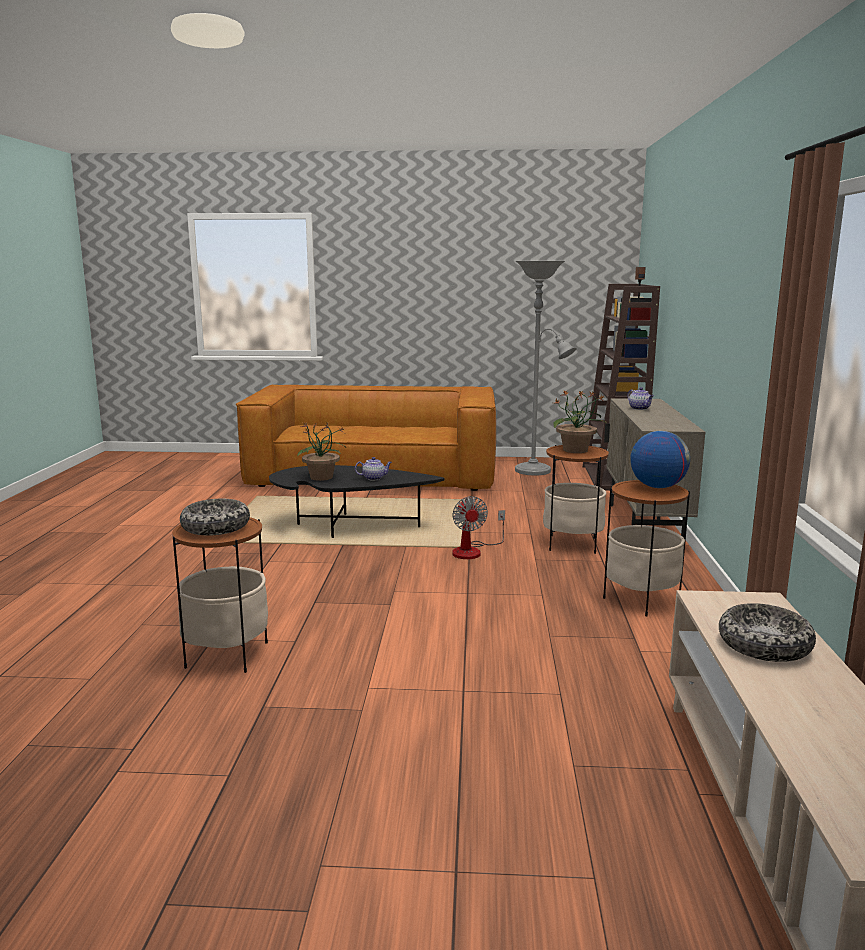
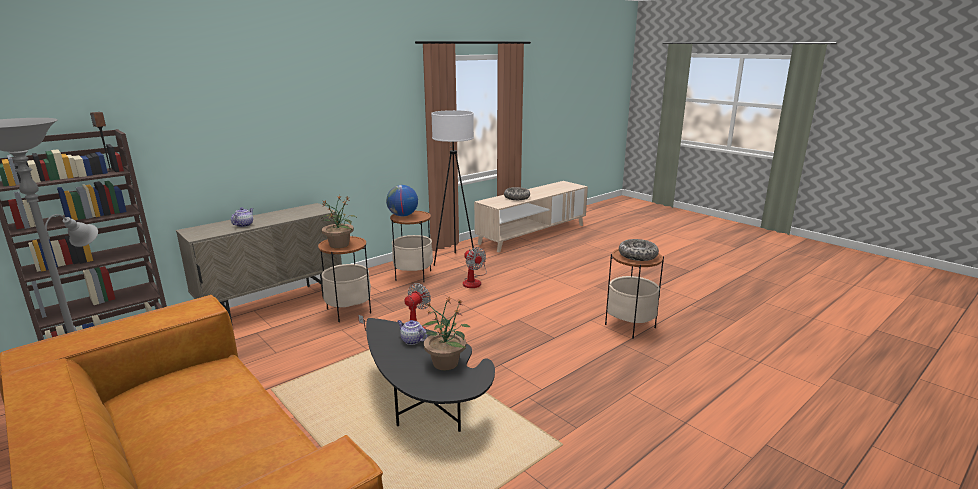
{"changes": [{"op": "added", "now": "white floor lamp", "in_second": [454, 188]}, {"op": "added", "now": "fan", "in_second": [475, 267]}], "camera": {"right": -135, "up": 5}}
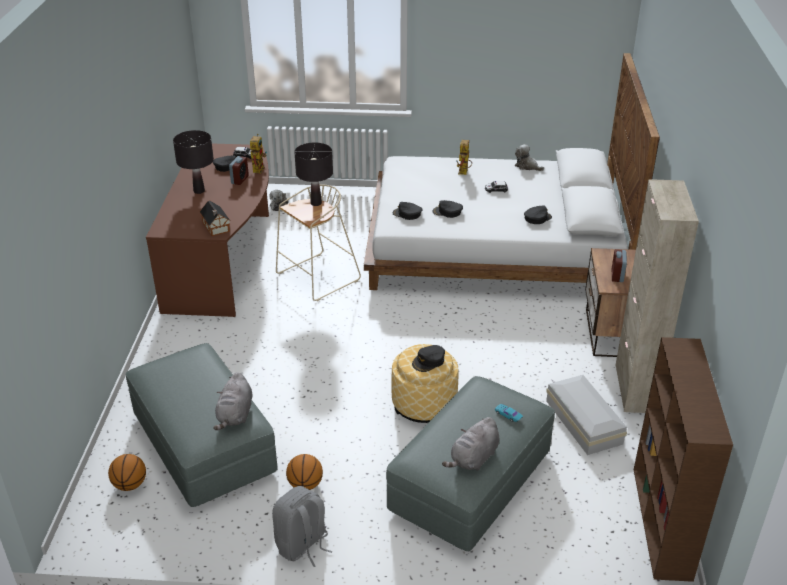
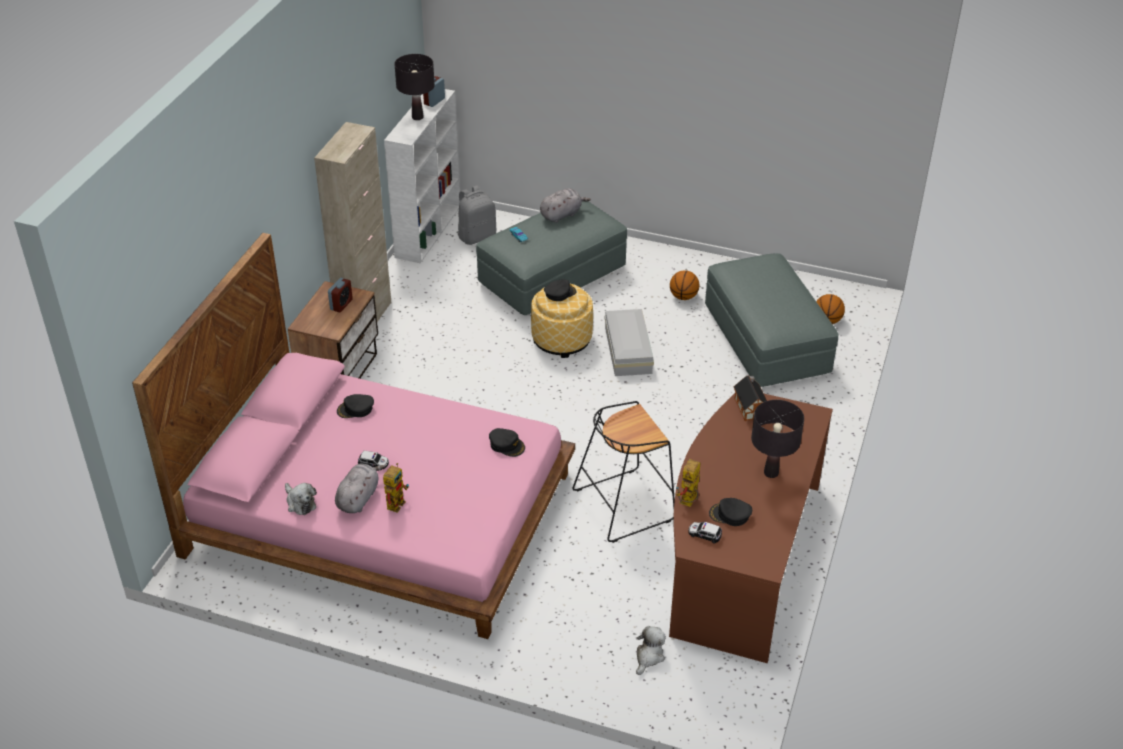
{"changes": [{"op": "moved", "was": "grey plush toy", "in_first": [232, 401], "in_second": [360, 488]}, {"op": "moved", "was": "alarm clock", "in_first": [239, 170], "in_second": [434, 91]}, {"op": "moved", "was": "grey backpack", "in_first": [302, 526], "in_second": [477, 215]}, {"op": "recoloured", "was": "beige stool", "now": "black stool", "in_first": [318, 243], "in_second": [623, 472]}, {"op": "moved", "was": "black table lamp", "in_first": [313, 174], "in_second": [414, 87]}, {"op": "recoloured", "was": "white bed", "now": "pink bed", "in_first": [512, 171], "in_second": [353, 436]}, {"op": "removed", "was": "black cap", "in_first": [448, 209]}, {"op": "moved", "was": "white storage box", "in_first": [586, 415], "in_second": [629, 342]}, {"op": "recoloured", "was": "brown bookcase", "now": "white bookcase", "in_first": [683, 459], "in_second": [422, 176]}], "camera": {"right": -165, "up": 5}}
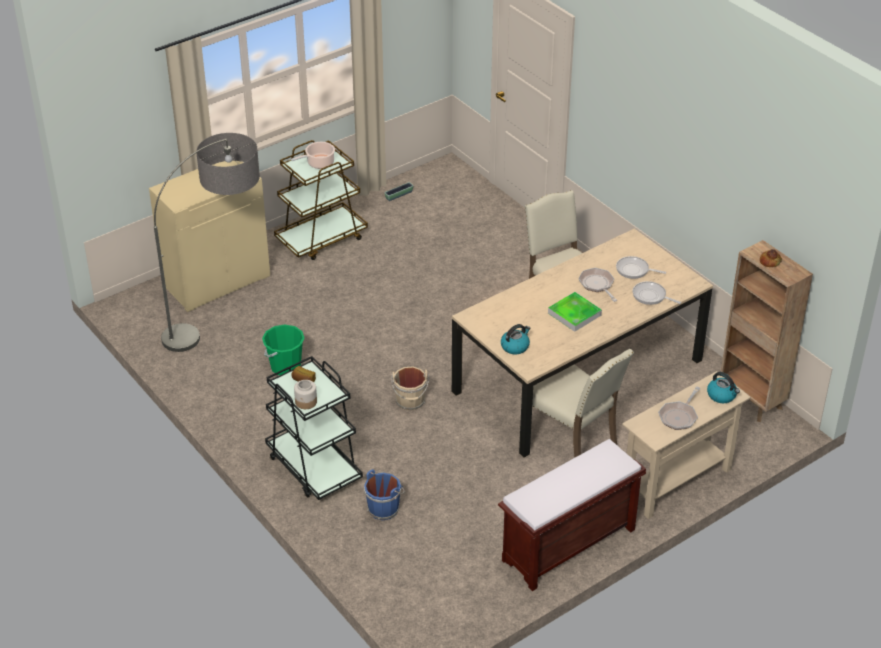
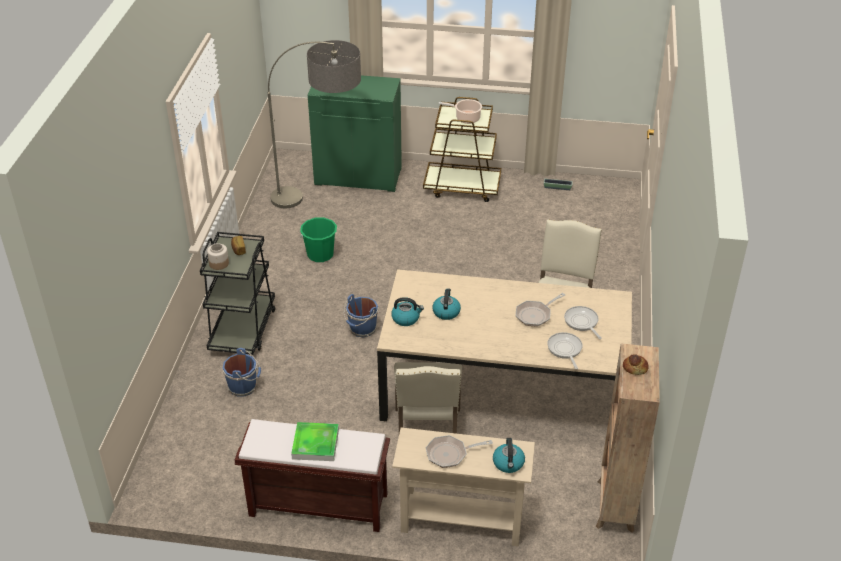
{"changes": [{"op": "recoloured", "was": "beige cabinet", "now": "green cabinet", "in_first": [209, 236], "in_second": [355, 133]}, {"op": "recoloured", "was": "beige bucket", "now": "blue bucket", "in_first": [410, 388], "in_second": [361, 315]}, {"op": "moved", "was": "tray", "in_first": [575, 312], "in_second": [315, 441]}, {"op": "turned", "was": "frying pan", "in_first": [598, 285], "in_second": [540, 310], "clockwise": -150}, {"op": "added", "now": "kettle", "in_second": [446, 304]}], "camera": {"right": 45, "up": 0}}
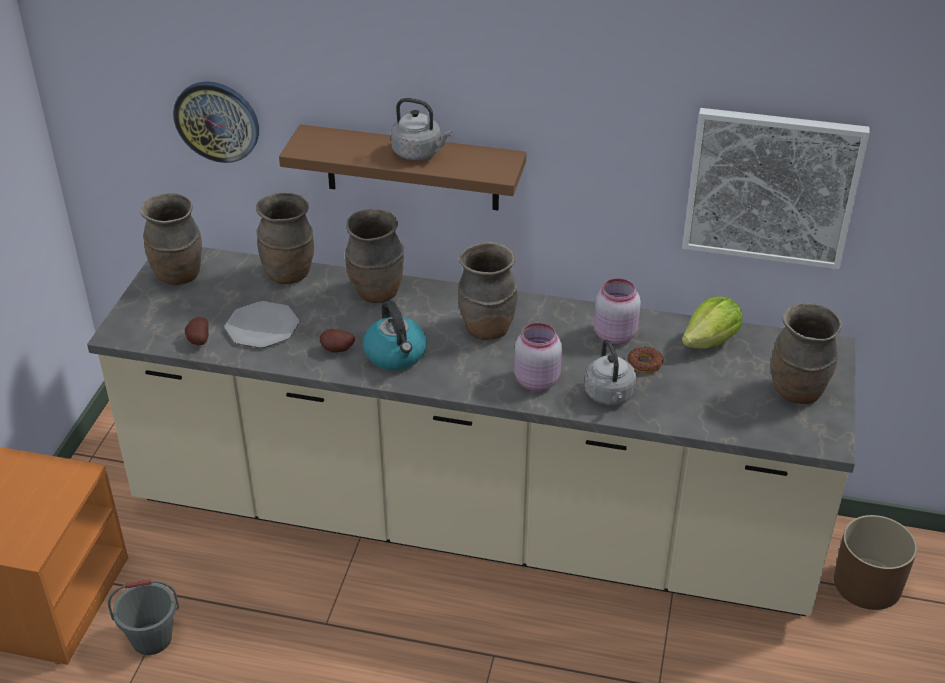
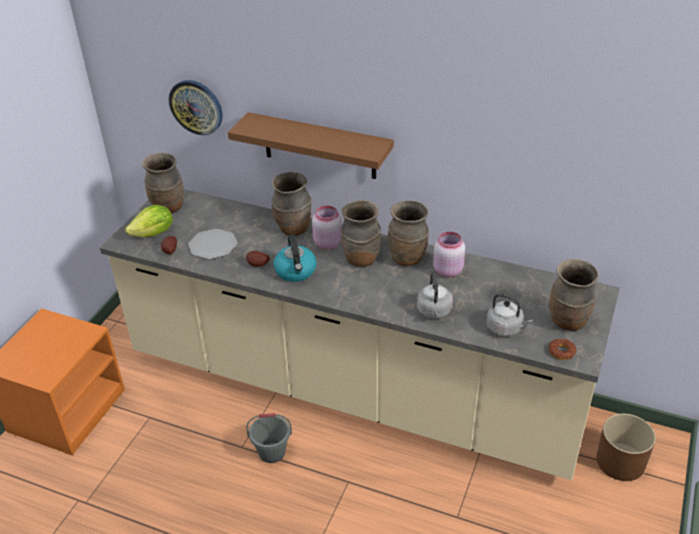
{"changes": [{"op": "moved", "was": "grey bucket", "in_first": [143, 617], "in_second": [269, 438]}, {"op": "moved", "was": "brown vase", "in_first": [285, 238], "in_second": [408, 233]}, {"op": "moved", "was": "grey kettle", "in_first": [421, 129], "in_second": [509, 314]}, {"op": "moved", "was": "pink jar", "in_first": [538, 357], "in_second": [327, 227]}, {"op": "moved", "was": "donut", "in_first": [645, 360], "in_second": [563, 349]}, {"op": "removed", "was": "picture", "in_first": [775, 188]}, {"op": "moved", "was": "lettuce", "in_first": [712, 322], "in_second": [149, 221]}], "camera": {"right": 10, "up": 0}}
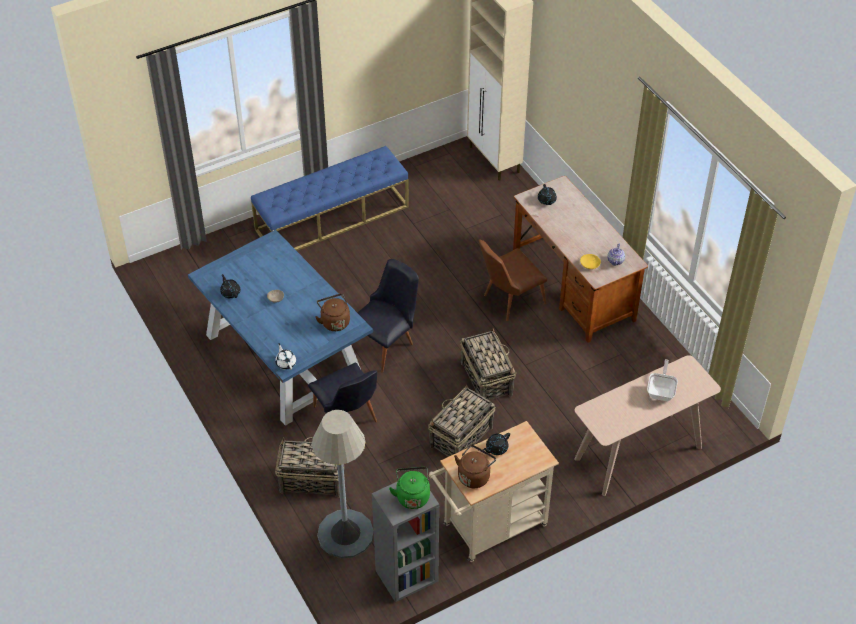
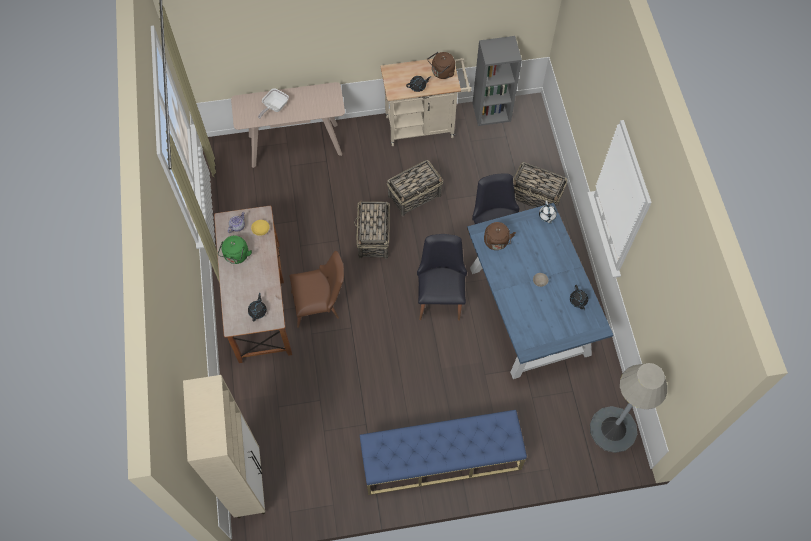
{"changes": [{"op": "moved", "was": "grey floor lamp", "in_first": [343, 484], "in_second": [628, 408]}, {"op": "turned", "was": "black chair", "in_first": [385, 316], "in_second": [442, 277], "clockwise": 120}, {"op": "moved", "was": "green kettle", "in_first": [409, 488], "in_second": [235, 250]}], "camera": {"right": -160, "up": 15}}
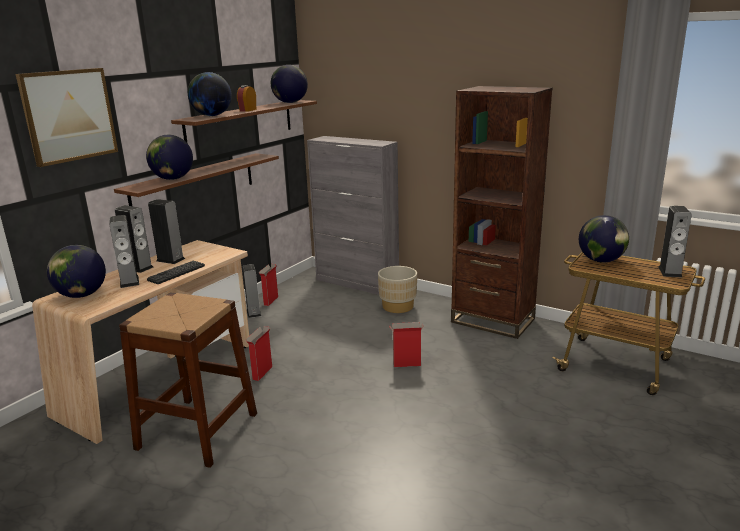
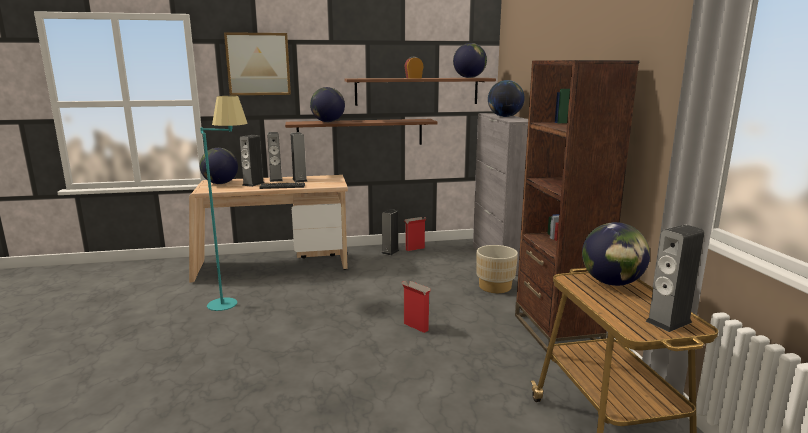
{"changes": [{"op": "replaced", "was": "brown stool", "now": "turquoise floor lamp", "in_first": [188, 380], "in_second": [224, 203]}, {"op": "moved", "was": "globe", "in_first": [210, 94], "in_second": [506, 98]}, {"op": "removed", "was": "cardboard box", "in_first": [259, 353]}], "camera": {"right": 45, "up": -5}}
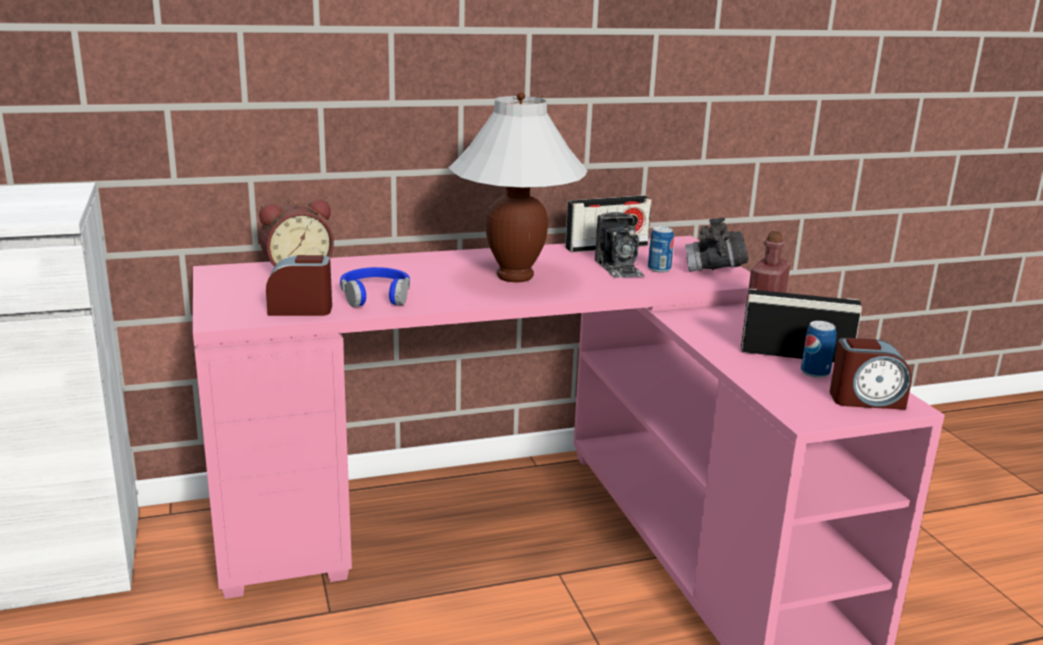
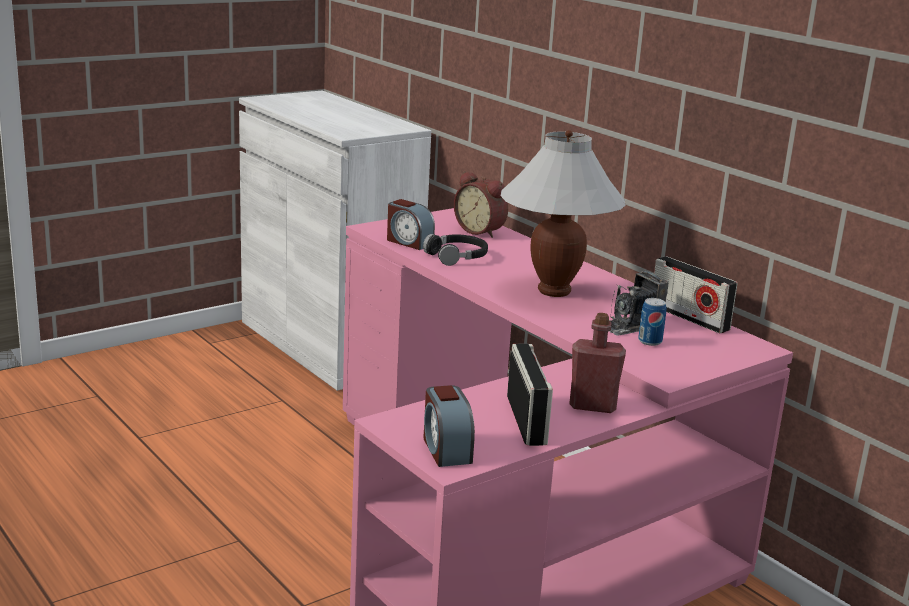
{"changes": [{"op": "turned", "was": "alarm clock", "in_first": [299, 285], "in_second": [411, 224], "clockwise": 150}, {"op": "recoloured", "was": "blue headphones", "now": "black headphones", "in_first": [375, 287], "in_second": [455, 250]}, {"op": "removed", "was": "grey binoculars", "in_first": [717, 245]}, {"op": "removed", "was": "can", "in_first": [818, 349]}], "camera": {"right": 70, "up": 0}}
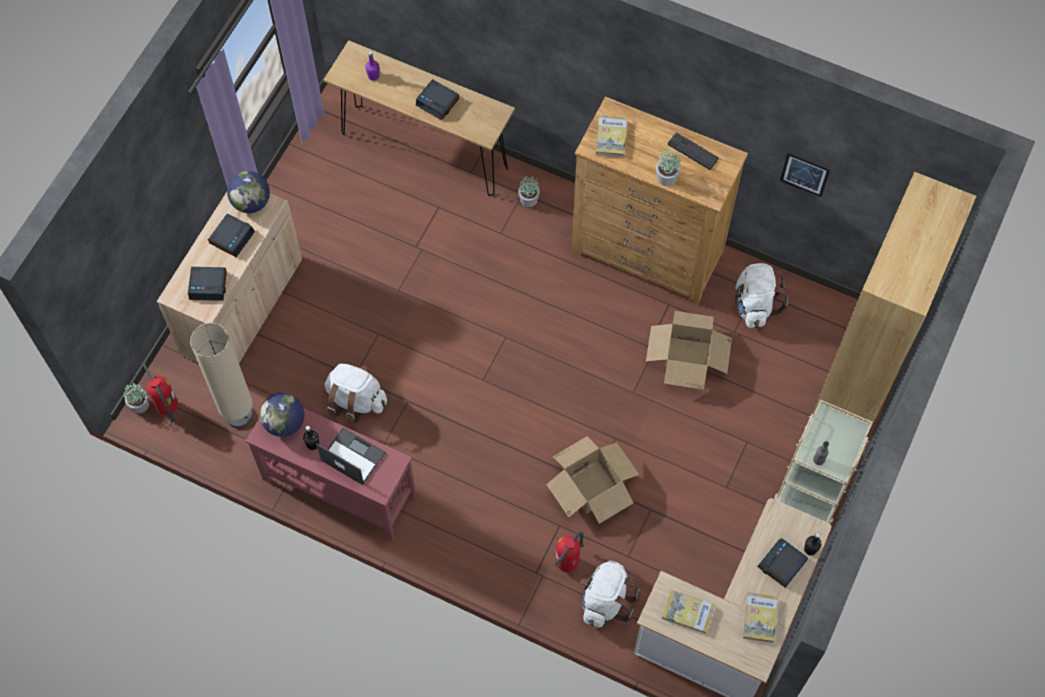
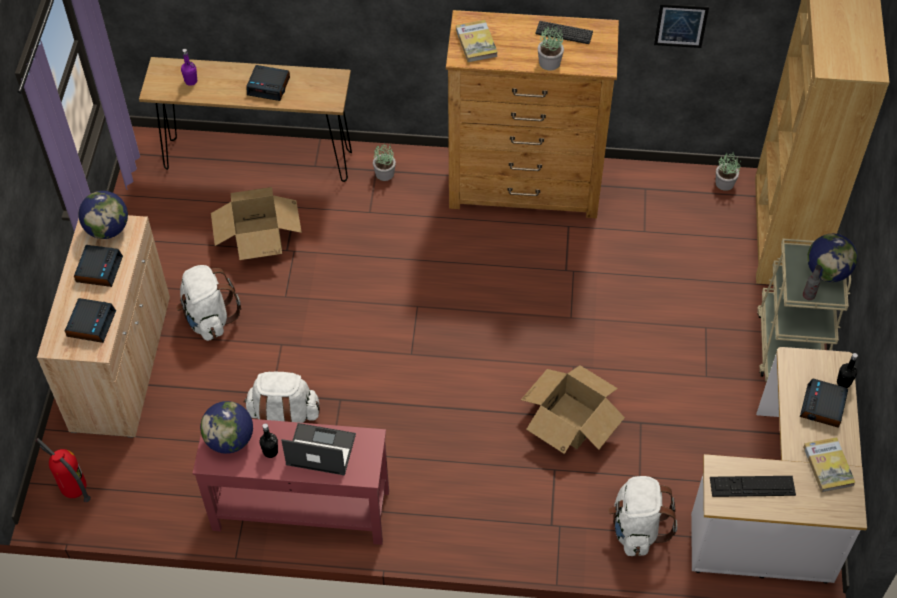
{"changes": [{"op": "moved", "was": "potted plant", "in_first": [136, 398], "in_second": [728, 171]}, {"op": "turned", "was": "alarm clock", "in_first": [207, 284], "in_second": [90, 320], "clockwise": -60}, {"op": "removed", "was": "beige floor lamp", "in_first": [221, 375]}, {"op": "removed", "was": "fire extinguisher", "in_first": [569, 552]}, {"op": "moved", "was": "cardboard box", "in_first": [689, 350], "in_second": [256, 223]}, {"op": "replaced", "was": "book", "now": "keyboard", "in_first": [688, 612], "in_second": [753, 486]}, {"op": "moved", "was": "white backpack", "in_first": [760, 295], "in_second": [208, 303]}, {"op": "added", "now": "globe", "in_second": [832, 258]}], "camera": {"right": -20, "up": -10}}
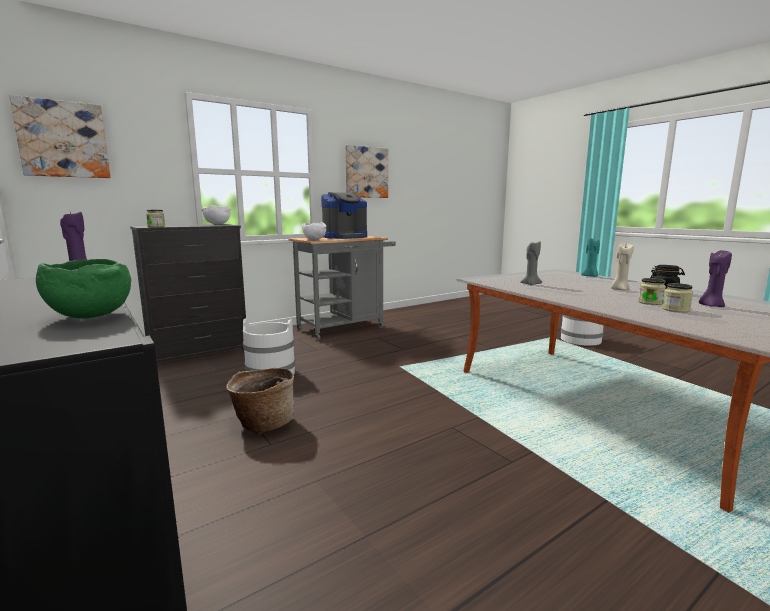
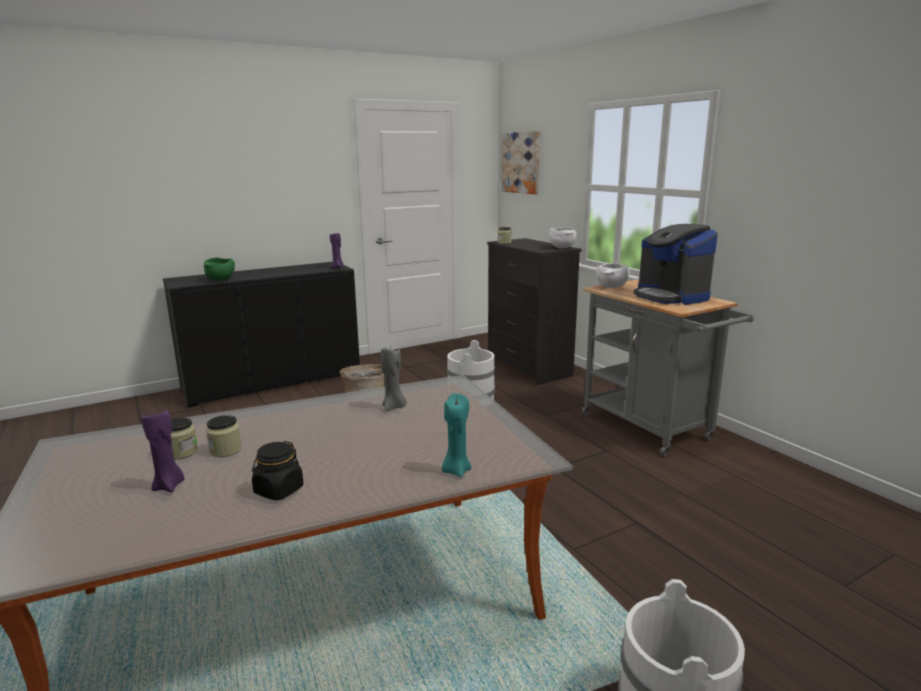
{"changes": [{"op": "removed", "was": "picture", "in_first": [366, 171]}, {"op": "removed", "was": "beige candle", "in_first": [622, 266]}], "camera": {"right": 95, "up": 5}}
